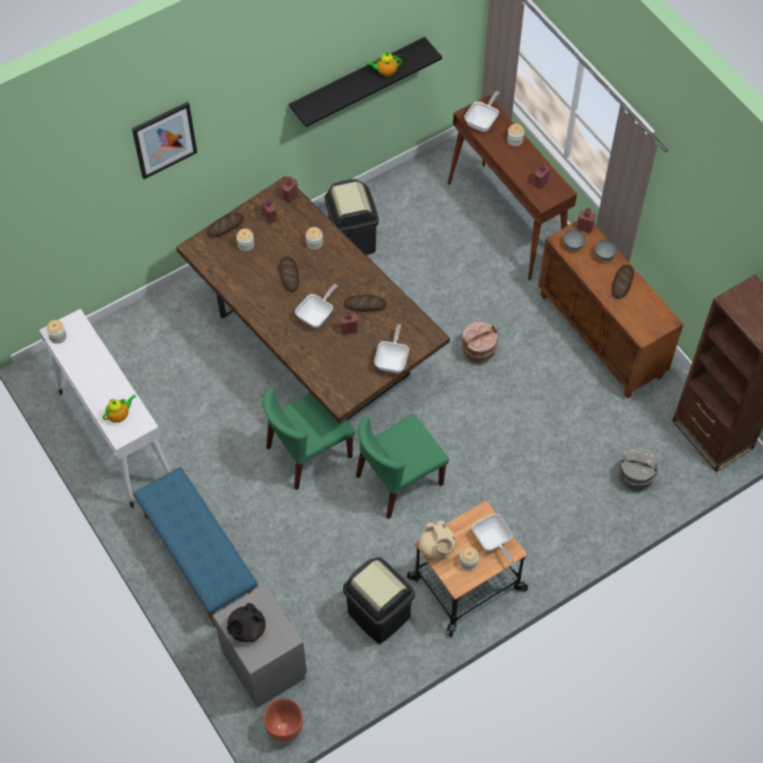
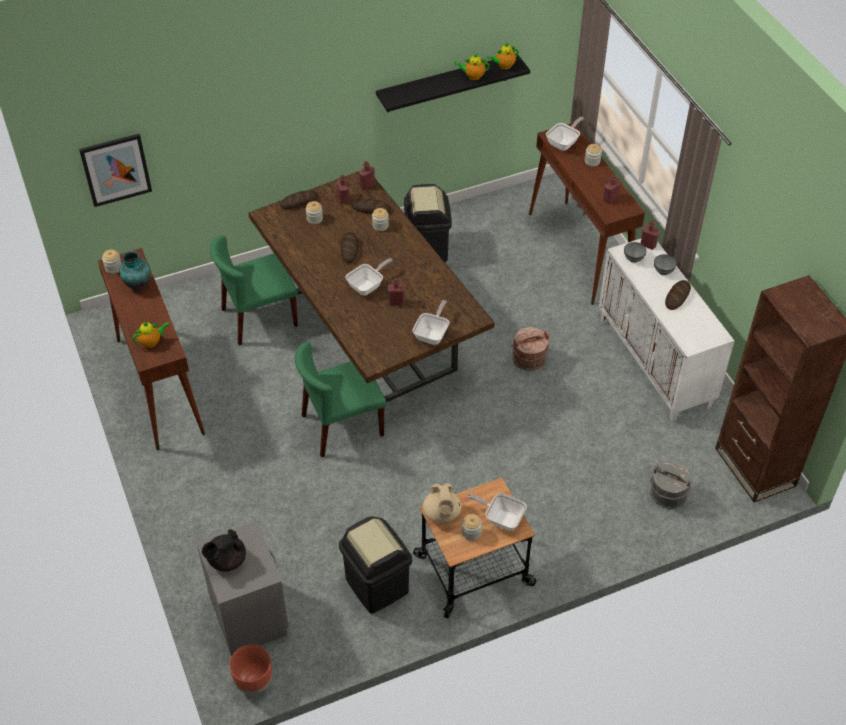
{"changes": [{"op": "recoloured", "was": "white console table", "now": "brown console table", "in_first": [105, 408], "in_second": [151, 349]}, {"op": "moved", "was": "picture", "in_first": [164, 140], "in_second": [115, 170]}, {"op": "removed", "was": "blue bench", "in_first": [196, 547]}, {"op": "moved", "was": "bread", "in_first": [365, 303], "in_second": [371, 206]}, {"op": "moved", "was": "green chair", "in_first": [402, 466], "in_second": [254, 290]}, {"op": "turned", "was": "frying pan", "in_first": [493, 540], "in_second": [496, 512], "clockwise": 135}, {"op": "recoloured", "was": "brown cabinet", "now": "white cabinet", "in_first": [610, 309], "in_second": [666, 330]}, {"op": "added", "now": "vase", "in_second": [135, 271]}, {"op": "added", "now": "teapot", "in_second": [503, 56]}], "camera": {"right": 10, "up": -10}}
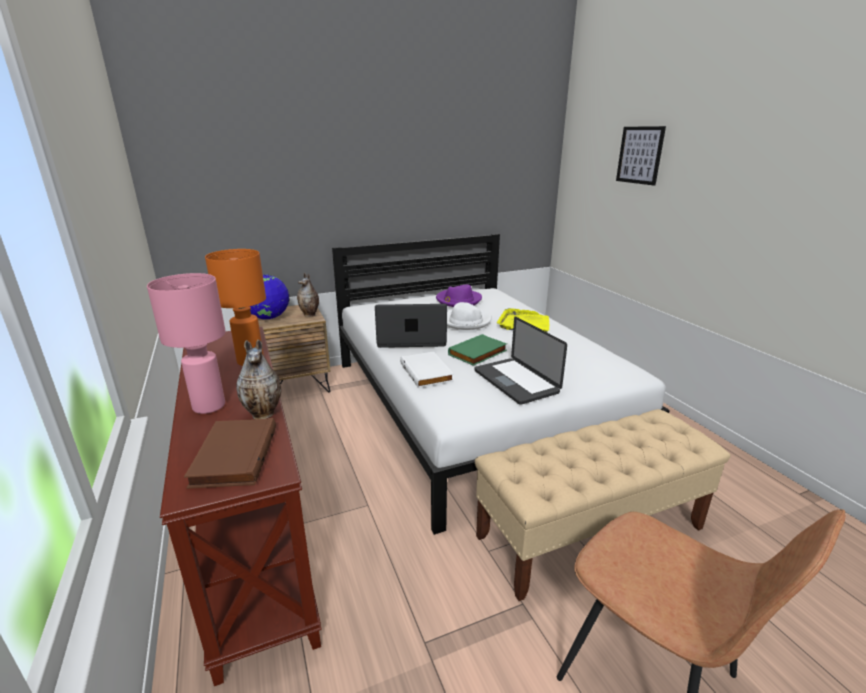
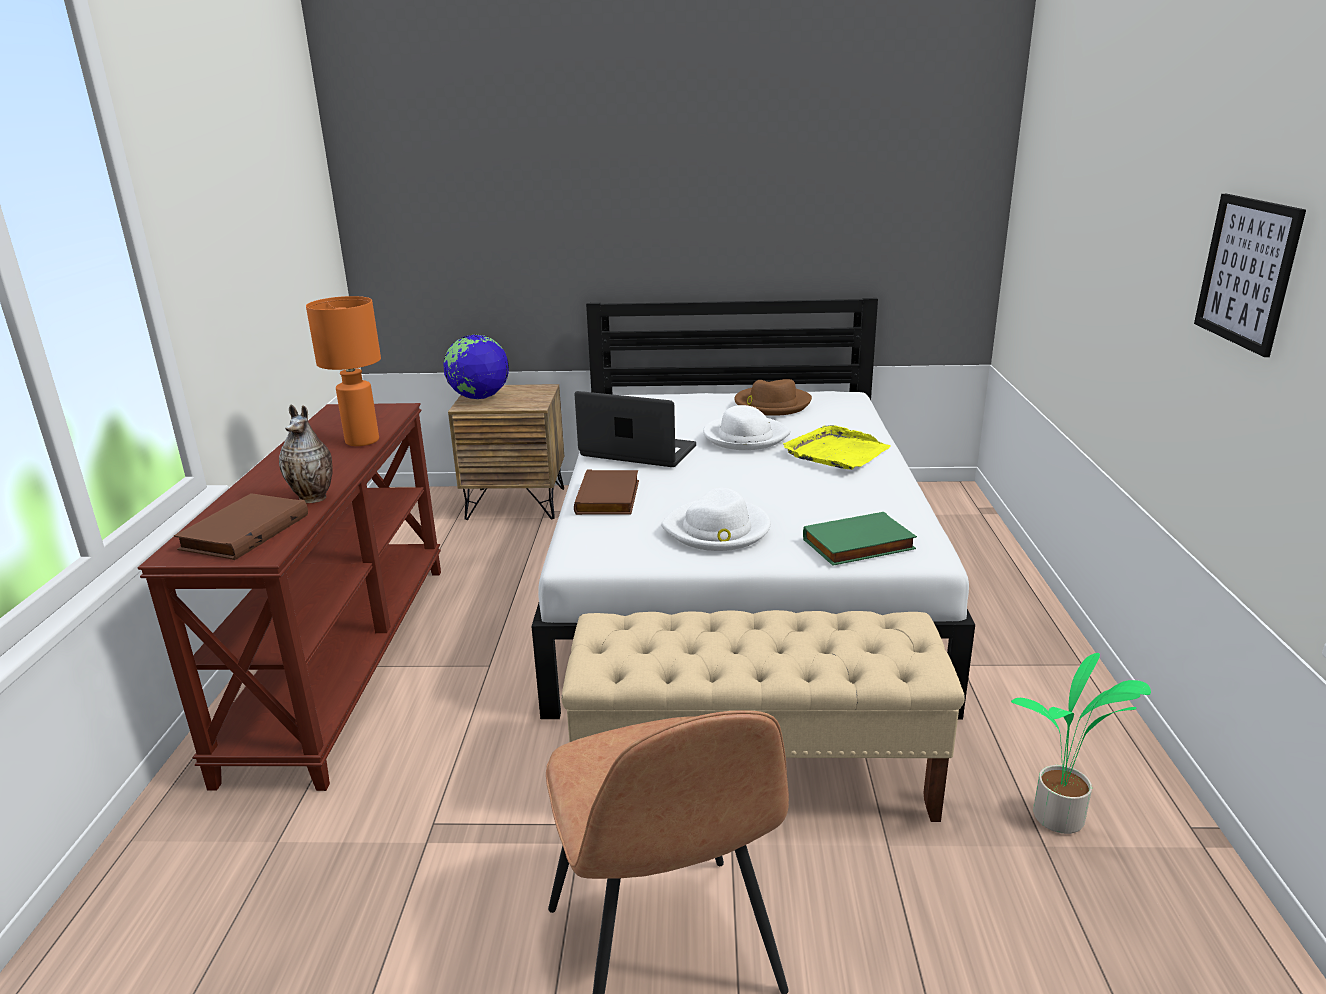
{"changes": [{"op": "removed", "was": "pink table lamp", "in_first": [186, 343]}, {"op": "removed", "was": "vase", "in_first": [308, 294]}, {"op": "recoloured", "was": "white book", "now": "brown book", "in_first": [427, 370], "in_second": [606, 492]}, {"op": "recoloured", "was": "purple hat", "now": "brown hat", "in_first": [459, 296], "in_second": [773, 397]}, {"op": "moved", "was": "green book", "in_first": [477, 350], "in_second": [860, 539]}, {"op": "replaced", "was": "laptop", "now": "white hat", "in_first": [520, 360], "in_second": [716, 519]}, {"op": "moved", "was": "picture", "in_first": [641, 156], "in_second": [1250, 275]}, {"op": "added", "now": "potted plant", "in_second": [1081, 743]}], "camera": {"right": 25, "up": 0}}
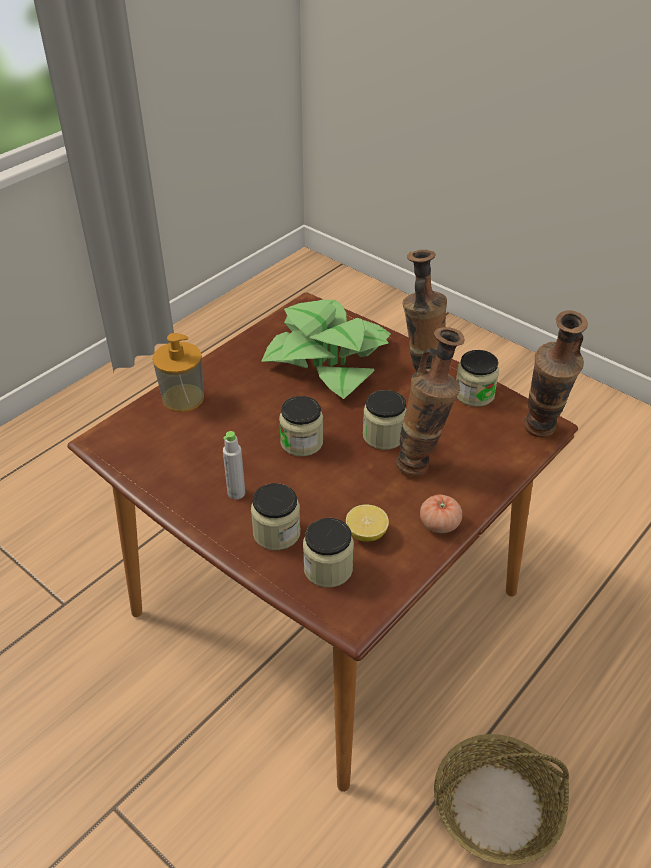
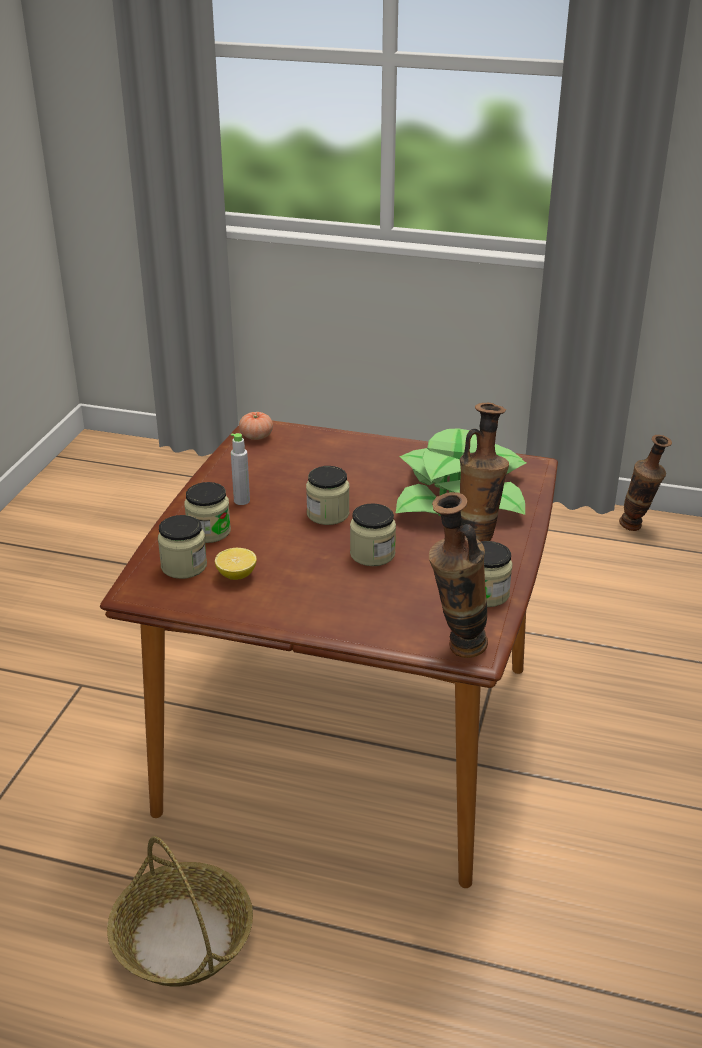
{"changes": [{"op": "removed", "was": "soap dispenser", "in_first": [178, 372]}, {"op": "moved", "was": "vase", "in_first": [430, 402], "in_second": [645, 483]}, {"op": "moved", "was": "tomato", "in_first": [441, 514], "in_second": [256, 426]}], "camera": {"right": 65, "up": -10}}
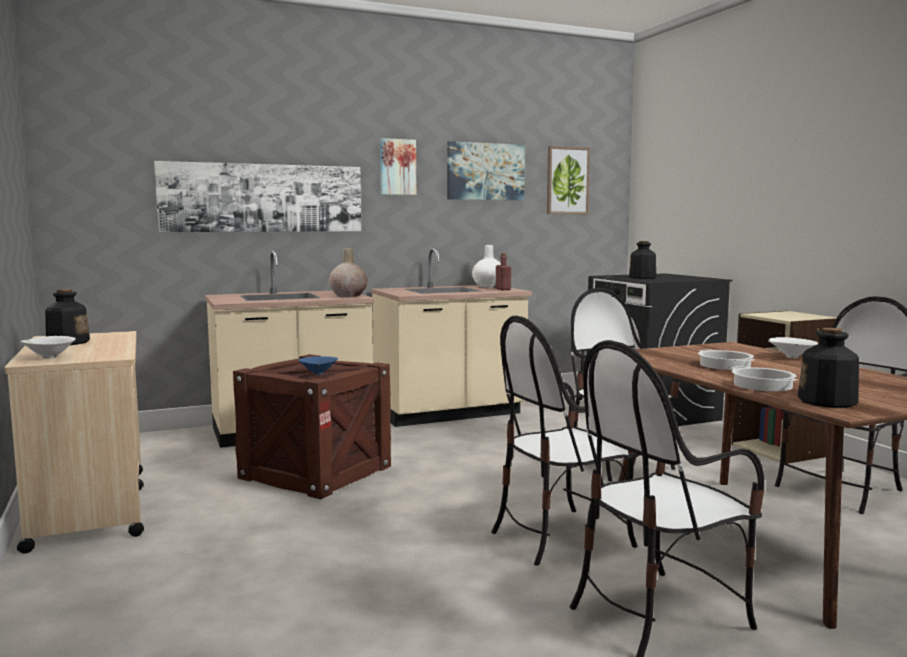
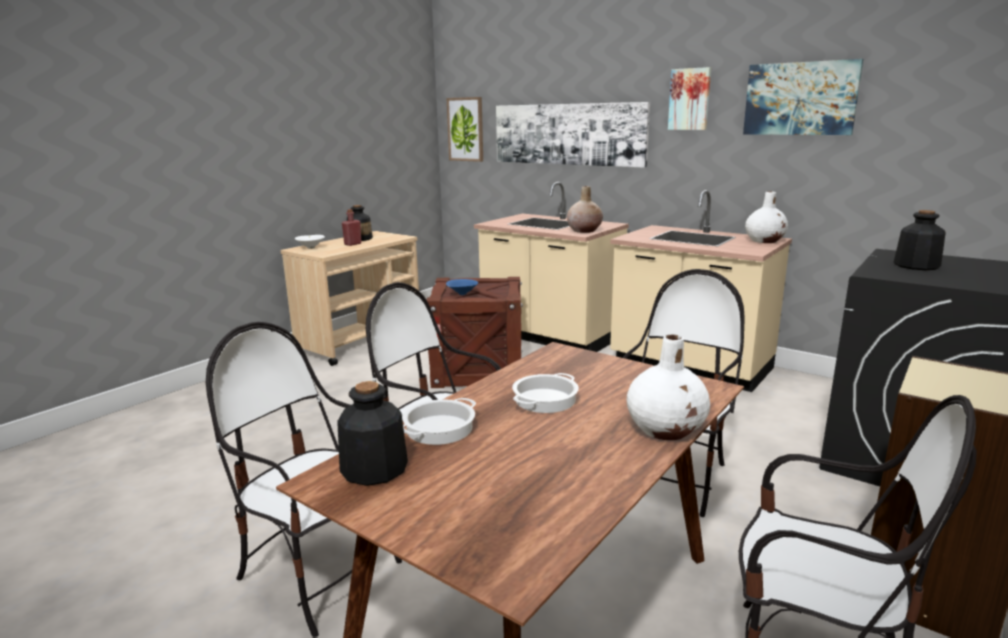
{"changes": [{"op": "moved", "was": "red bottle", "in_first": [503, 271], "in_second": [352, 227]}, {"op": "moved", "was": "picture", "in_first": [568, 180], "in_second": [465, 129]}, {"op": "replaced", "was": "white bowl", "now": "white vase", "in_first": [793, 347], "in_second": [668, 387]}], "camera": {"right": 60, "up": 10}}
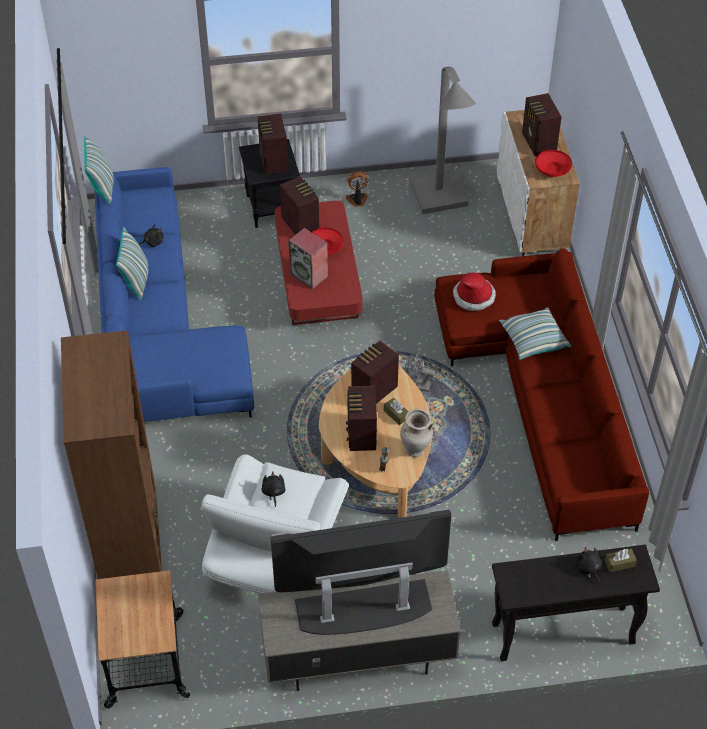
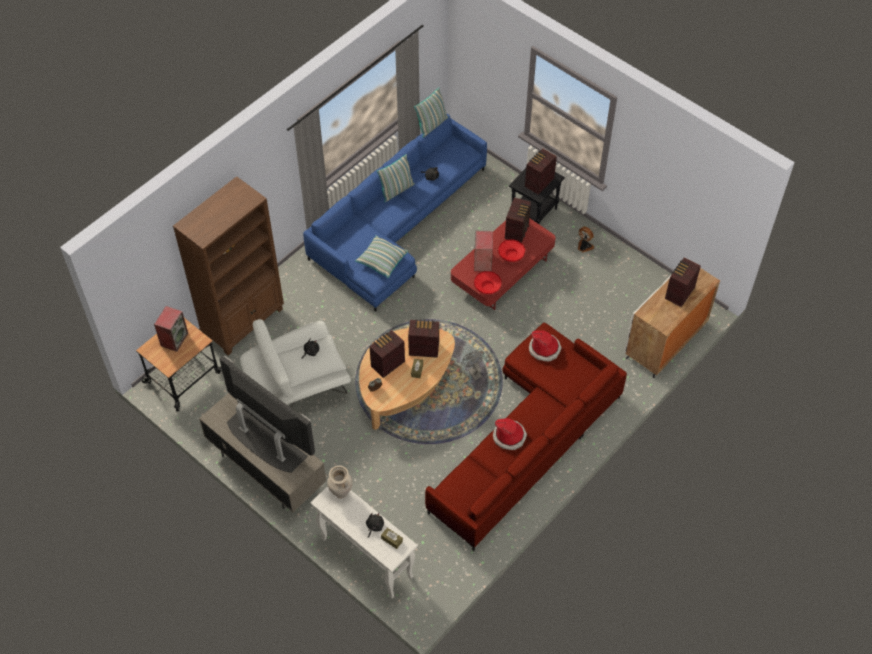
{"changes": [{"op": "moved", "was": "beige vase", "in_first": [416, 433], "in_second": [340, 481]}, {"op": "removed", "was": "grey floor lamp", "in_first": [442, 140]}, {"op": "recoloured", "was": "black console table", "now": "white console table", "in_first": [576, 603], "in_second": [364, 542]}, {"op": "moved", "was": "pillow", "in_first": [535, 333], "in_second": [381, 256]}, {"op": "moved", "was": "red bowl", "in_first": [553, 163], "in_second": [487, 282]}, {"op": "added", "now": "speaker", "in_second": [171, 329]}, {"op": "added", "now": "hat", "in_second": [510, 434]}], "camera": {"right": 50, "up": 5}}
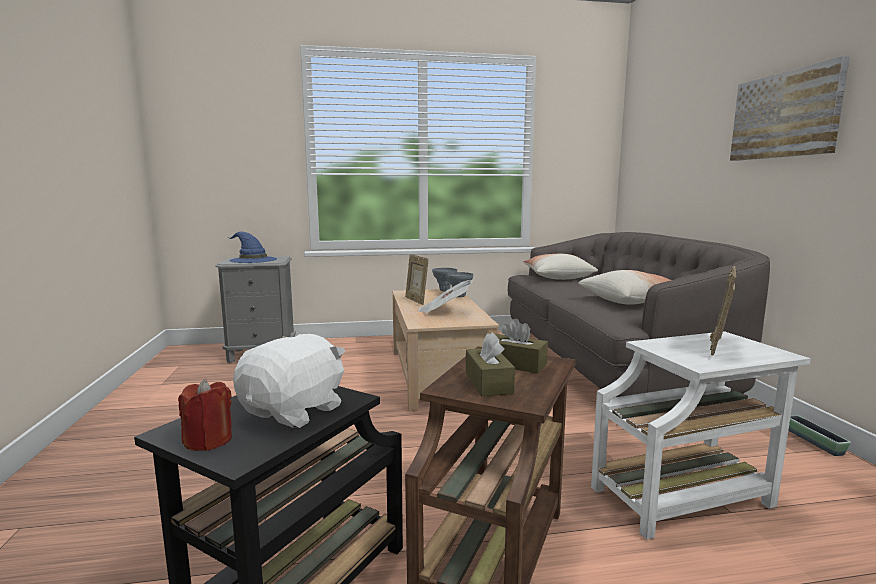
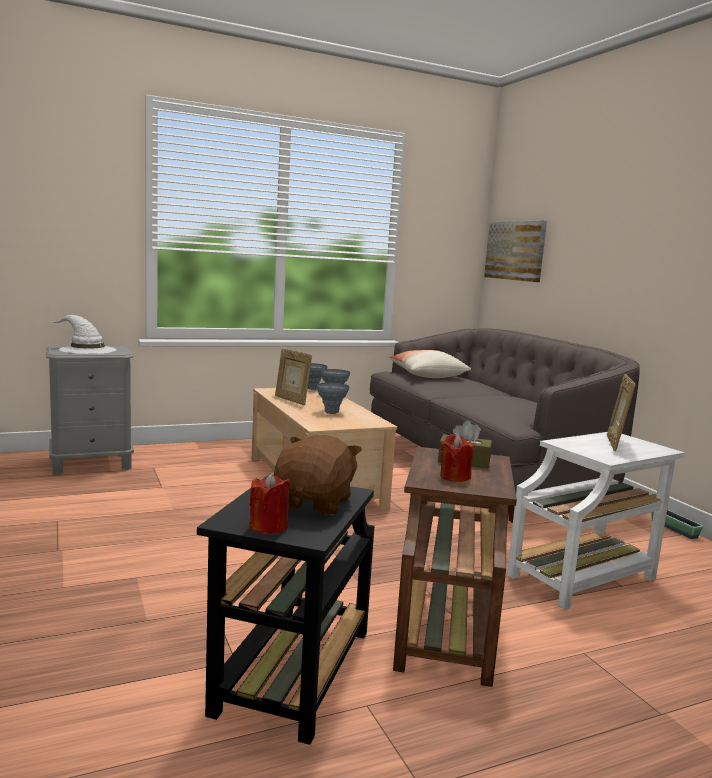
{"changes": [{"op": "recoloured", "was": "blue hat", "now": "white hat", "in_first": [253, 247], "in_second": [84, 334]}, {"op": "recoloured", "was": "white plush toy", "now": "brown plush toy", "in_first": [289, 381], "in_second": [318, 475]}, {"op": "replaced", "was": "newspaper", "now": "grey vase", "in_first": [445, 296], "in_second": [333, 398]}, {"op": "replaced", "was": "brown tissue box", "now": "red candle", "in_first": [490, 364], "in_second": [456, 458]}, {"op": "removed", "was": "pillow", "in_first": [624, 287]}, {"op": "moved", "was": "picture", "in_first": [790, 108], "in_second": [515, 251]}], "camera": {"right": -15, "up": 0}}
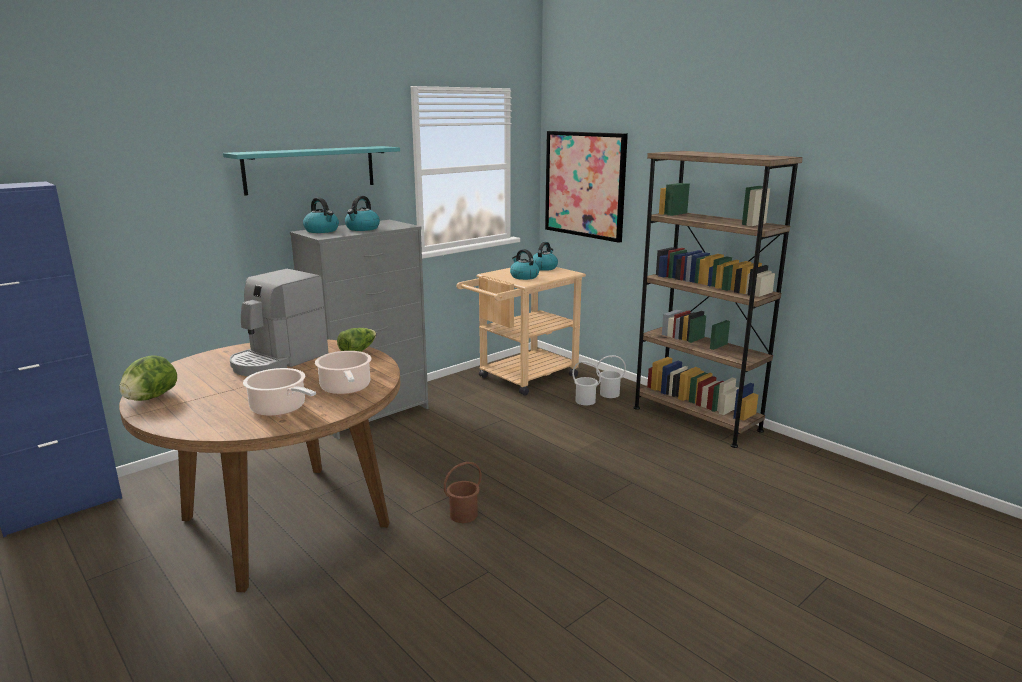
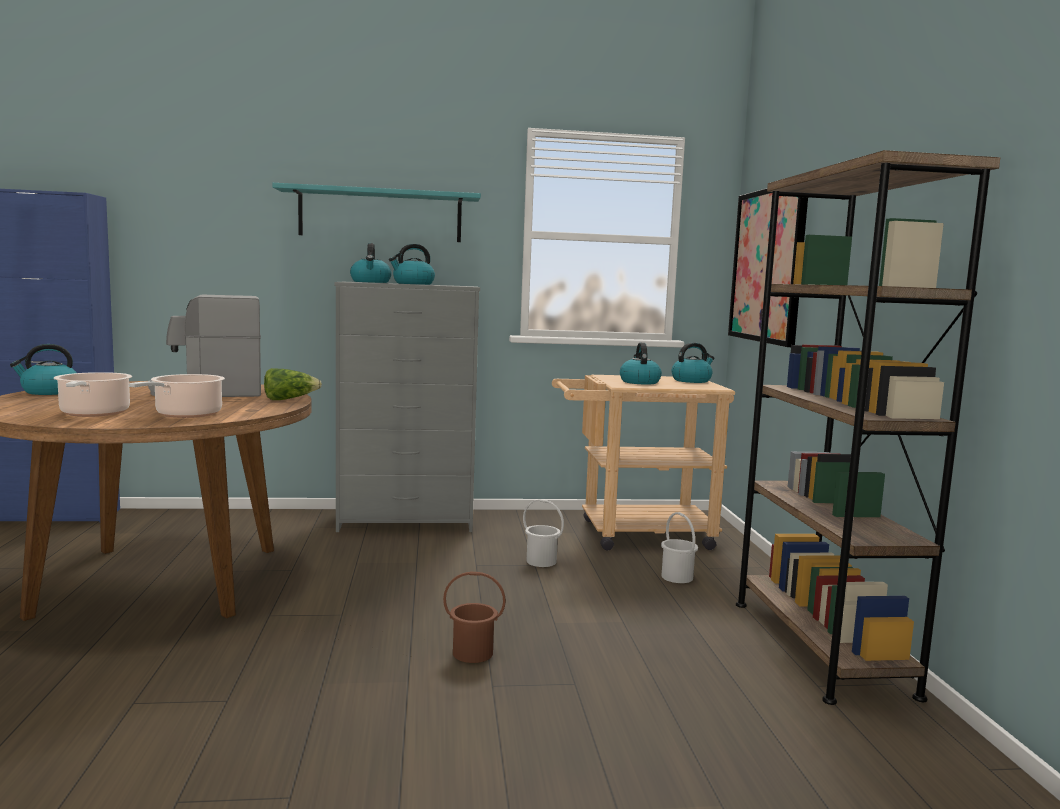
{"changes": [{"op": "replaced", "was": "lettuce", "now": "kettle", "in_first": [148, 378], "in_second": [43, 369]}, {"op": "moved", "was": "brown bucket", "in_first": [463, 492], "in_second": [474, 617]}, {"op": "moved", "was": "white bucket", "in_first": [611, 376], "in_second": [543, 533]}], "camera": {"right": 35, "up": -10}}
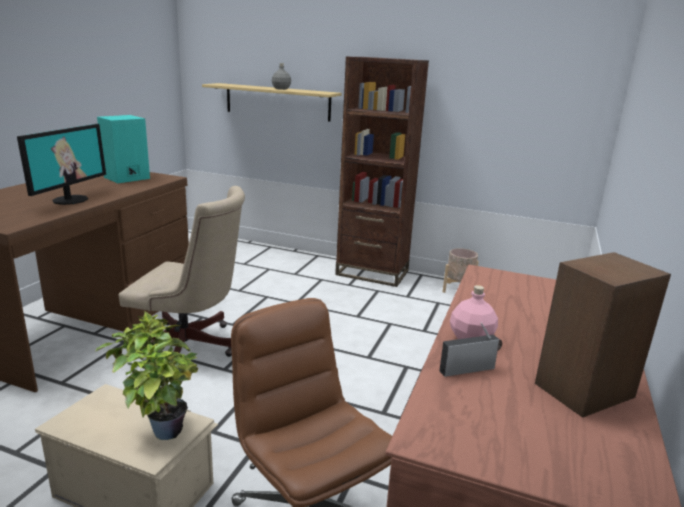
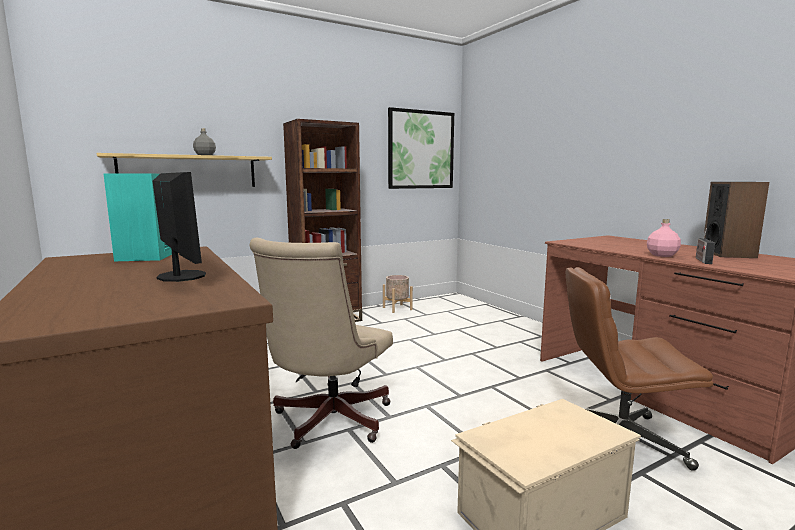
{"changes": [{"op": "removed", "was": "potted plant", "in_first": [146, 376]}, {"op": "turned", "was": "beige office chair", "in_first": [181, 271], "in_second": [321, 343], "clockwise": 150}, {"op": "added", "now": "picture", "in_second": [421, 148]}], "camera": {"right": -50, "up": -10}}
